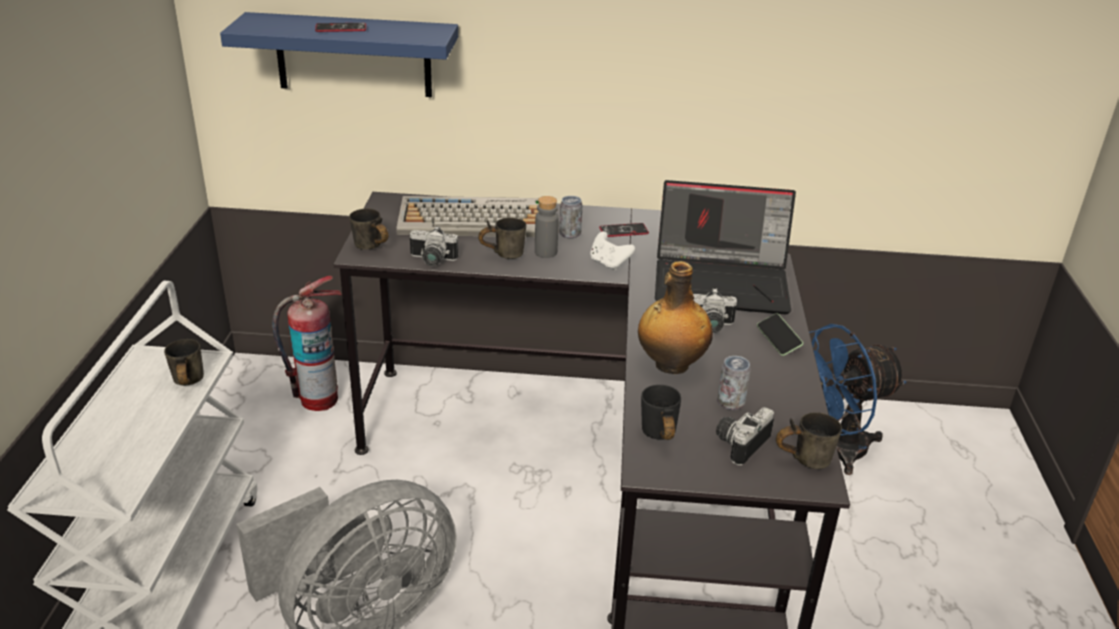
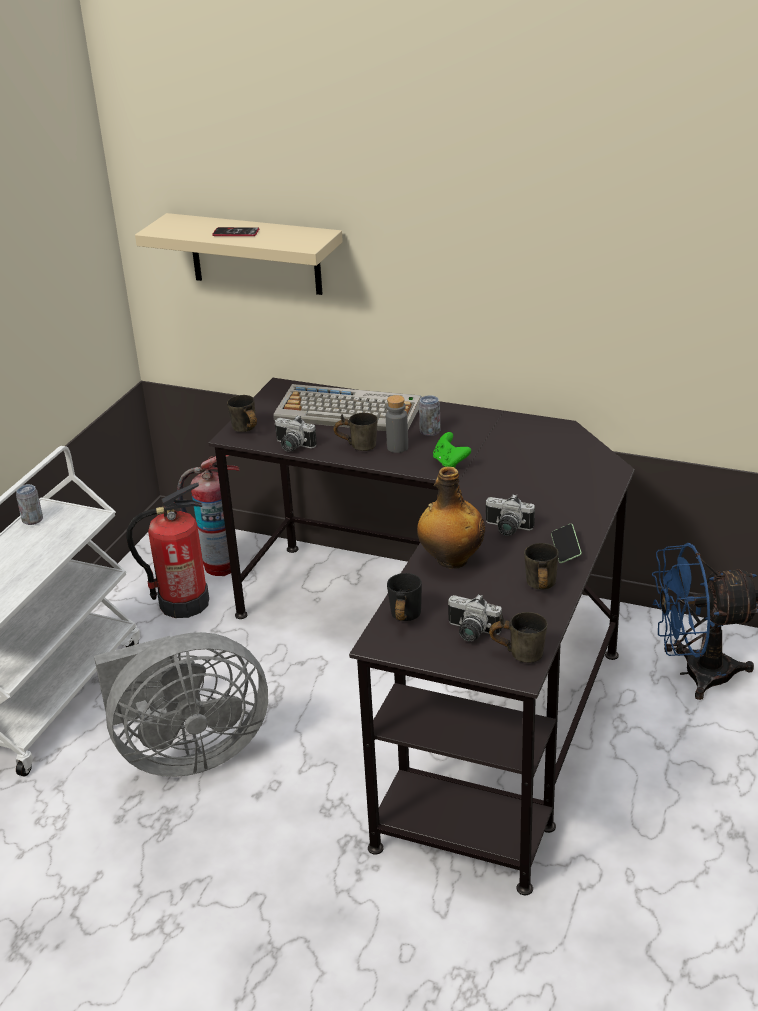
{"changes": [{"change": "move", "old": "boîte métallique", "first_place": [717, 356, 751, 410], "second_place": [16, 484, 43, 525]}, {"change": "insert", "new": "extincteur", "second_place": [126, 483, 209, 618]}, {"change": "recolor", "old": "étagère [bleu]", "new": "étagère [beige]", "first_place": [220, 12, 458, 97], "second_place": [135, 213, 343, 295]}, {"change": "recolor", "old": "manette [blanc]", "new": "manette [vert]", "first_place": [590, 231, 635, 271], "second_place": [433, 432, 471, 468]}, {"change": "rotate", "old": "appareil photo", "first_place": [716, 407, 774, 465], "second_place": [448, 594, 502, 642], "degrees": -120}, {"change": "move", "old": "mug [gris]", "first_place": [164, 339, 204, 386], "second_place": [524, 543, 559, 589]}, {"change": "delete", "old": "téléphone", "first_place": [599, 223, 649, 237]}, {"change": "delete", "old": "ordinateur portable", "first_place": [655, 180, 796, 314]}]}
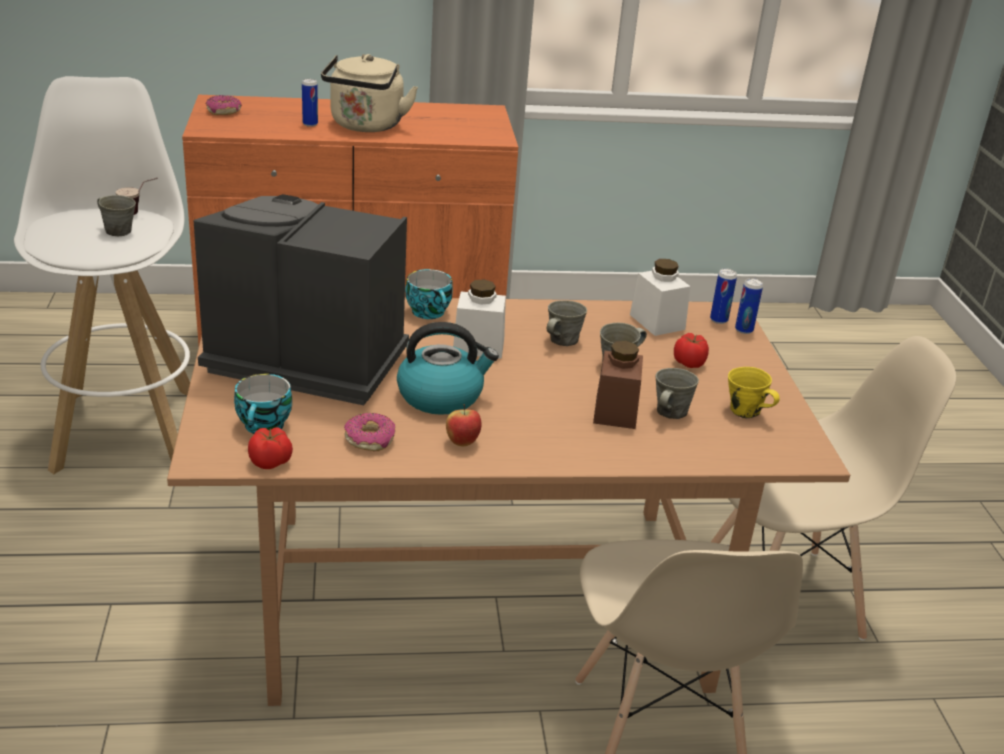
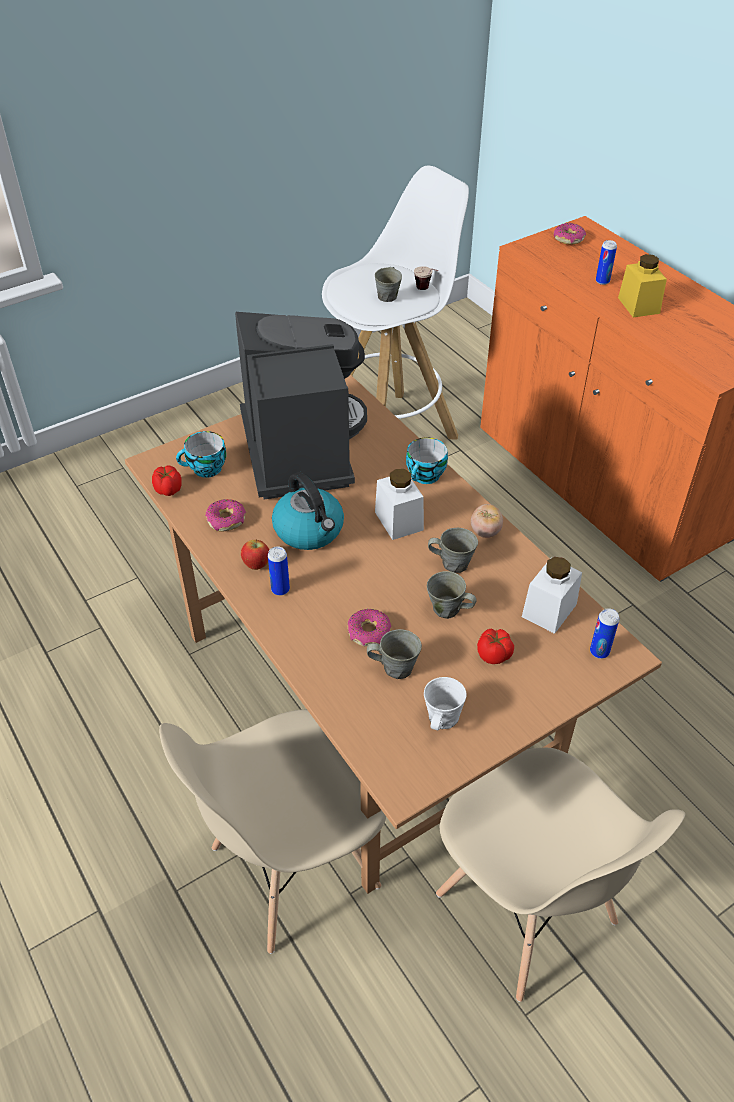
{"changes": [{"change": "move", "old": "boîte métallique", "first_place": [735, 278, 763, 334], "second_place": [268, 546, 290, 596]}, {"change": "replace", "old": "bocal [marron]", "new": "beignet", "first_place": [593, 341, 643, 429], "second_place": [347, 609, 391, 647]}, {"change": "recolor", "old": "mug [jaune]", "new": "mug [blanc]", "first_place": [728, 367, 780, 418], "second_place": [424, 677, 467, 730]}, {"change": "insert", "new": "tomate", "second_place": [471, 504, 503, 538]}, {"change": "replace", "old": "bouilloire [beige]", "new": "bocal [jaune]", "first_place": [321, 54, 418, 132], "second_place": [618, 254, 667, 317]}]}
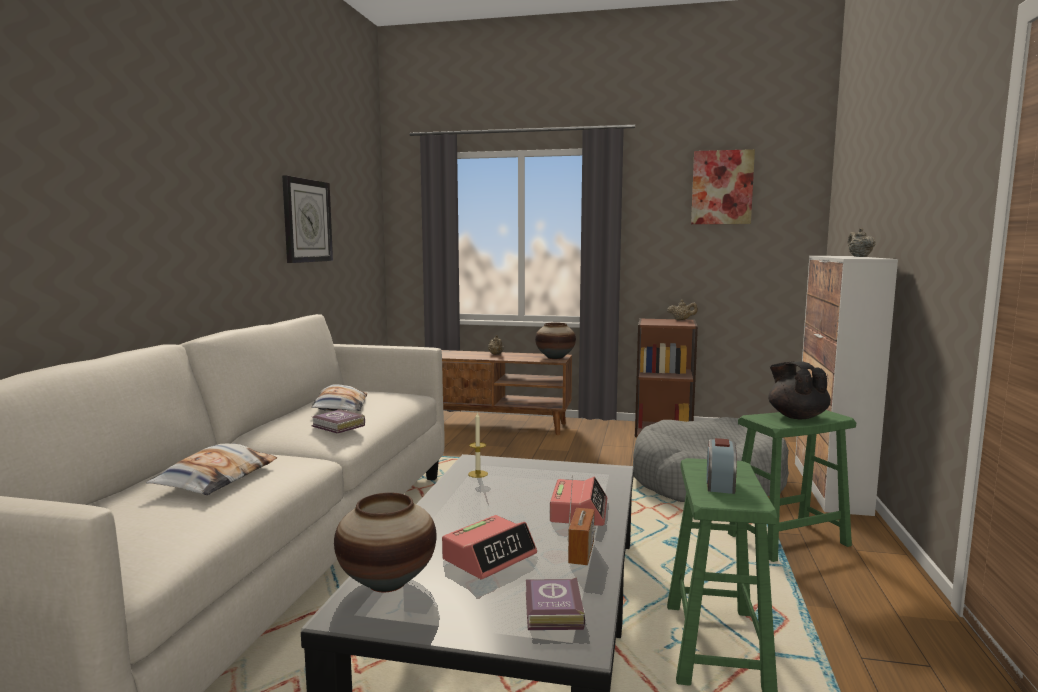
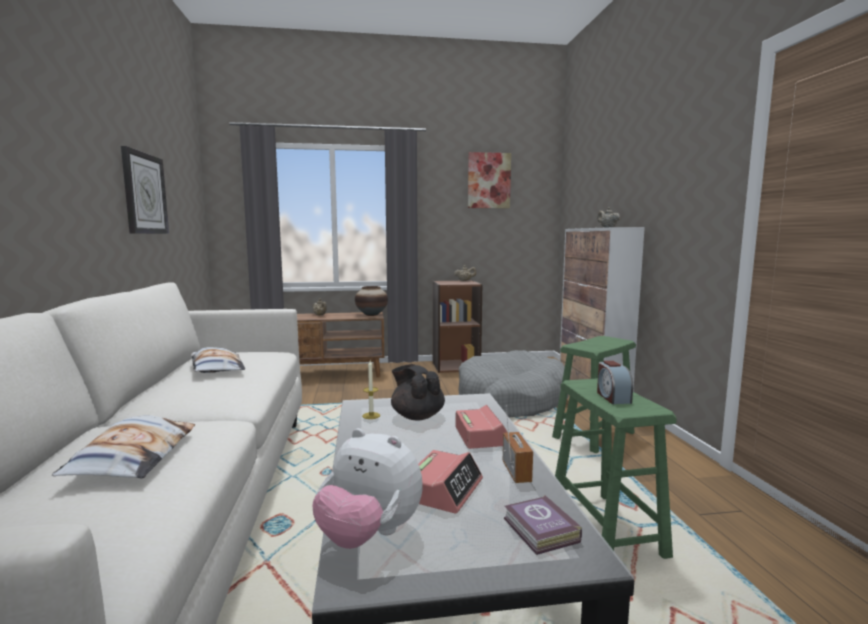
{"changes": [{"change": "replace", "old": "vase", "new": "peluche", "first_place": [334, 493, 436, 592], "second_place": [313, 428, 423, 549]}, {"change": "move", "old": "théière [noir]", "first_place": [768, 361, 831, 419], "second_place": [391, 364, 445, 421]}, {"change": "delete", "old": "livre", "first_place": [311, 409, 365, 434]}]}
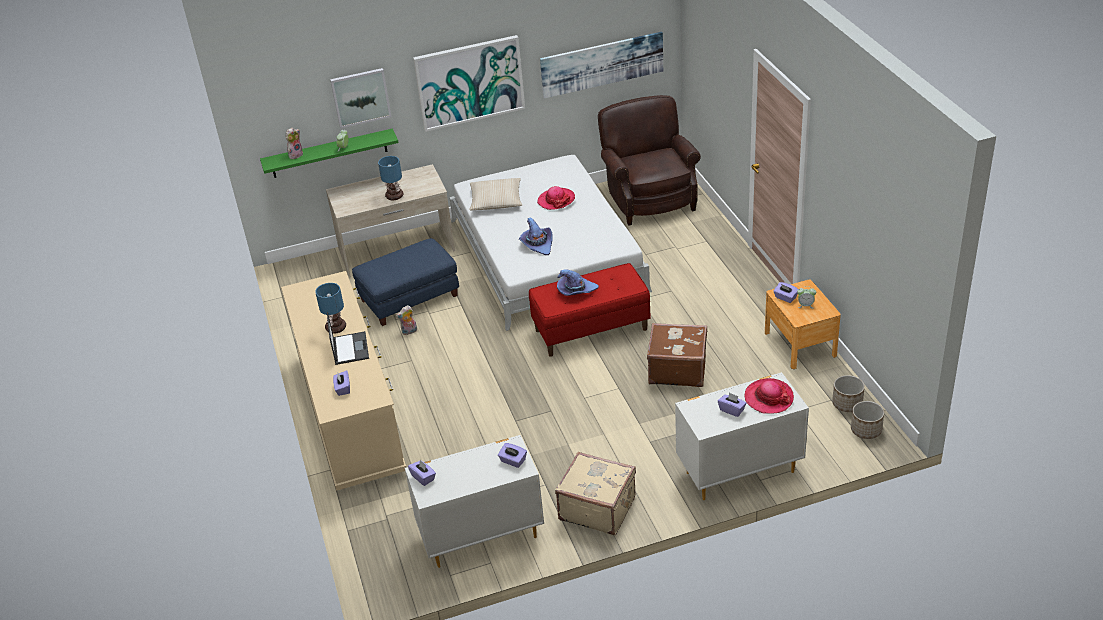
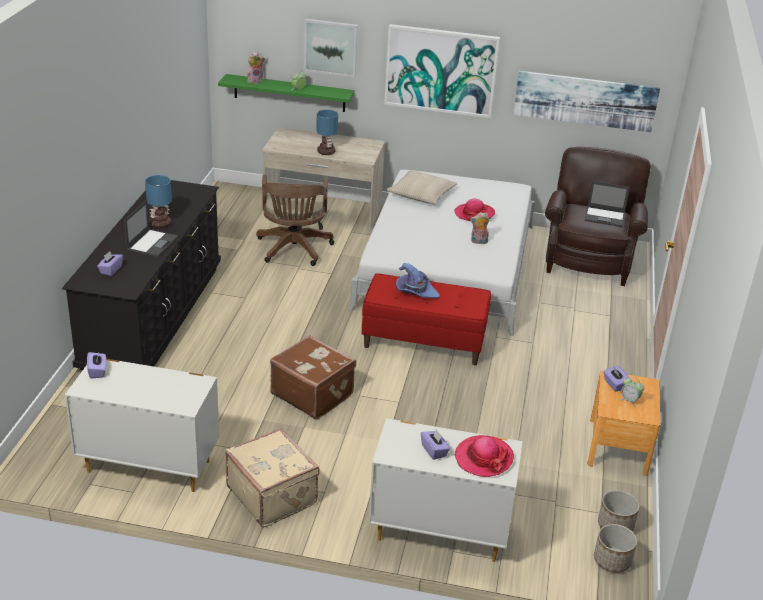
{"changes": [{"change": "recolor", "old": "commode [beige]", "new": "commode [noir]", "first_place": [281, 271, 407, 491], "second_place": [62, 180, 221, 370]}, {"change": "replace", "old": "pouf [bleu]", "new": "chaise de bureau [marron]", "first_place": [352, 238, 459, 326], "second_place": [256, 175, 334, 266]}, {"change": "move", "old": "valise [marron]", "first_place": [647, 323, 707, 387], "second_place": [270, 335, 356, 419]}, {"change": "move", "old": "peluche", "first_place": [396, 305, 417, 335], "second_place": [470, 212, 490, 244]}, {"change": "insert", "new": "ordinateur portable", "second_place": [585, 181, 630, 227]}, {"change": "delete", "old": "boîte à mouchoirs [violet]", "first_place": [498, 443, 527, 468]}, {"change": "delete", "old": "chapeau [violet]", "first_place": [519, 217, 553, 255]}]}
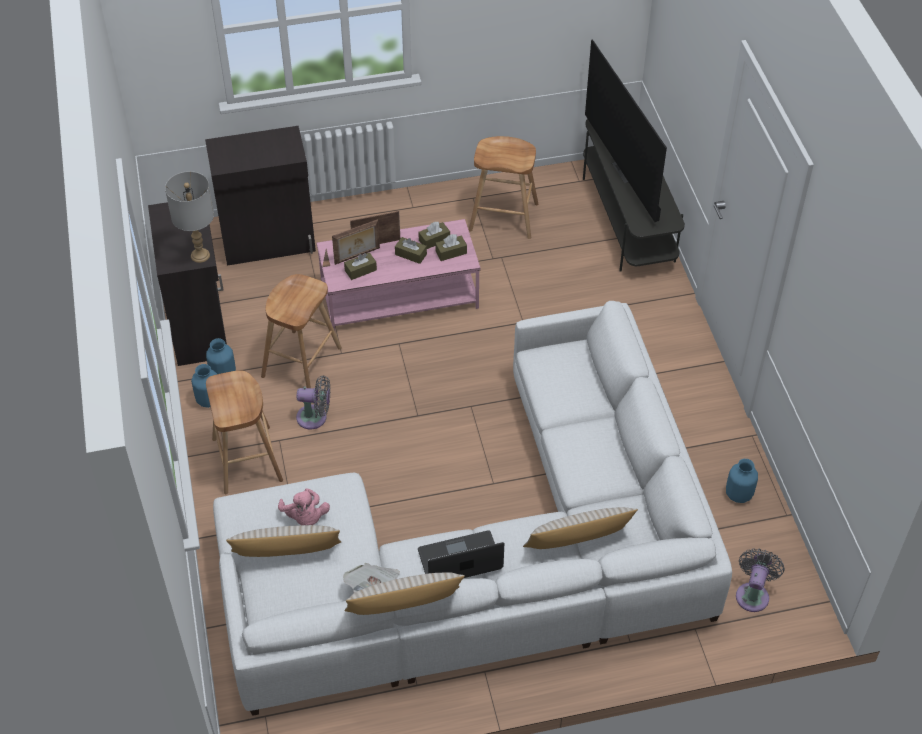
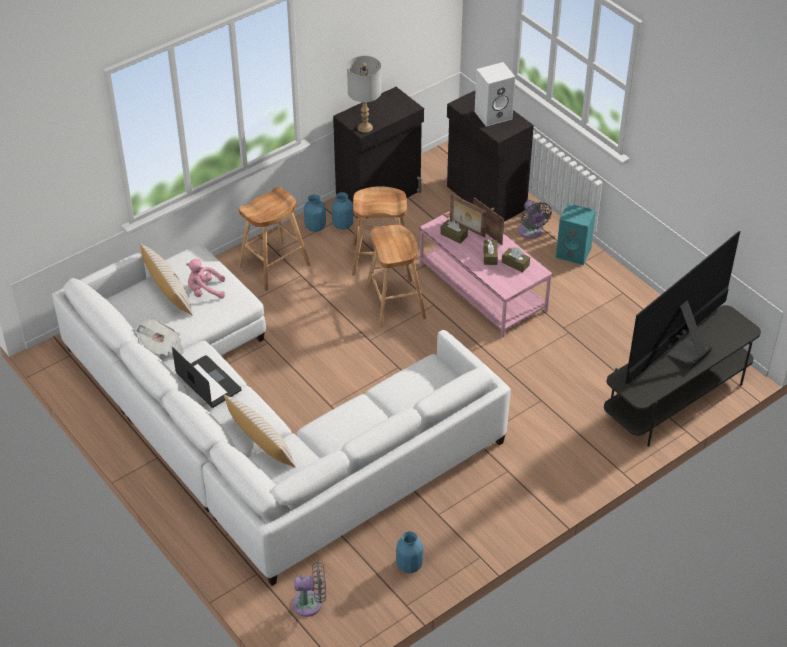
{"changes": [{"change": "rotate", "old": "peluche [rose]", "first_place": [278, 488, 330, 525], "second_place": [186, 259, 225, 299], "degrees": 45}, {"change": "move", "old": "tabouret [marron]", "first_place": [469, 136, 538, 239], "second_place": [366, 225, 426, 327]}, {"change": "insert", "new": "enceinte [blanc]", "second_place": [475, 62, 515, 127]}, {"change": "move", "old": "ventilateur [gris]", "first_place": [296, 375, 330, 429], "second_place": [518, 200, 552, 238]}, {"change": "insert", "new": "enceinte [turquoise]", "second_place": [556, 203, 596, 265]}, {"change": "delete", "old": "coussin [beige]", "first_place": [344, 572, 465, 615]}, {"change": "delete", "old": "boîte à mouchoirs [marron]", "first_place": [435, 234, 467, 261]}]}
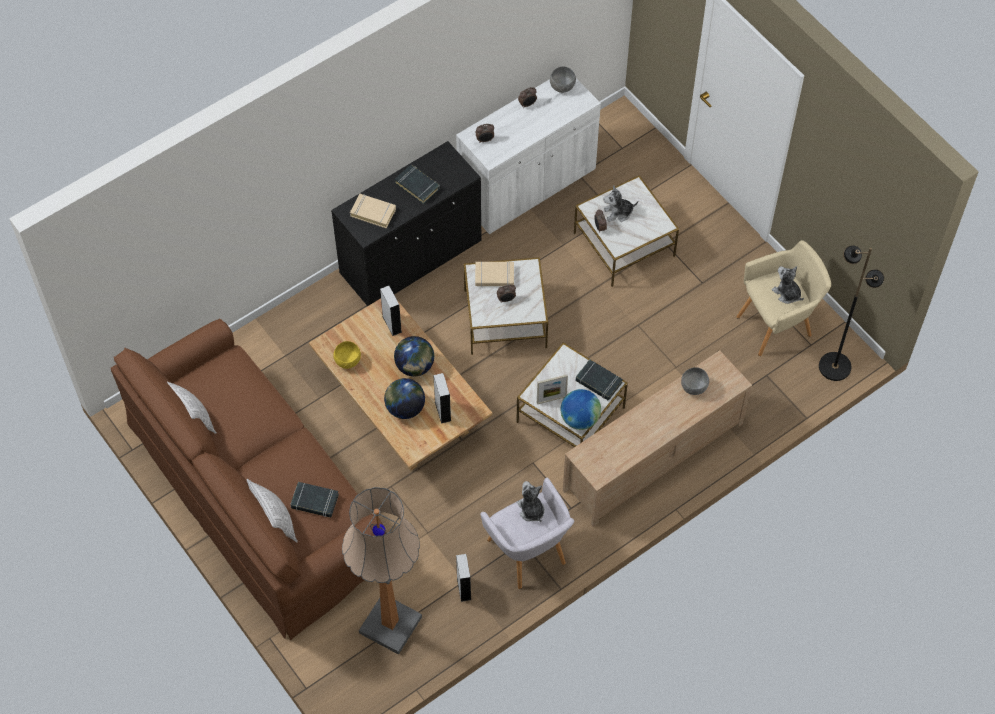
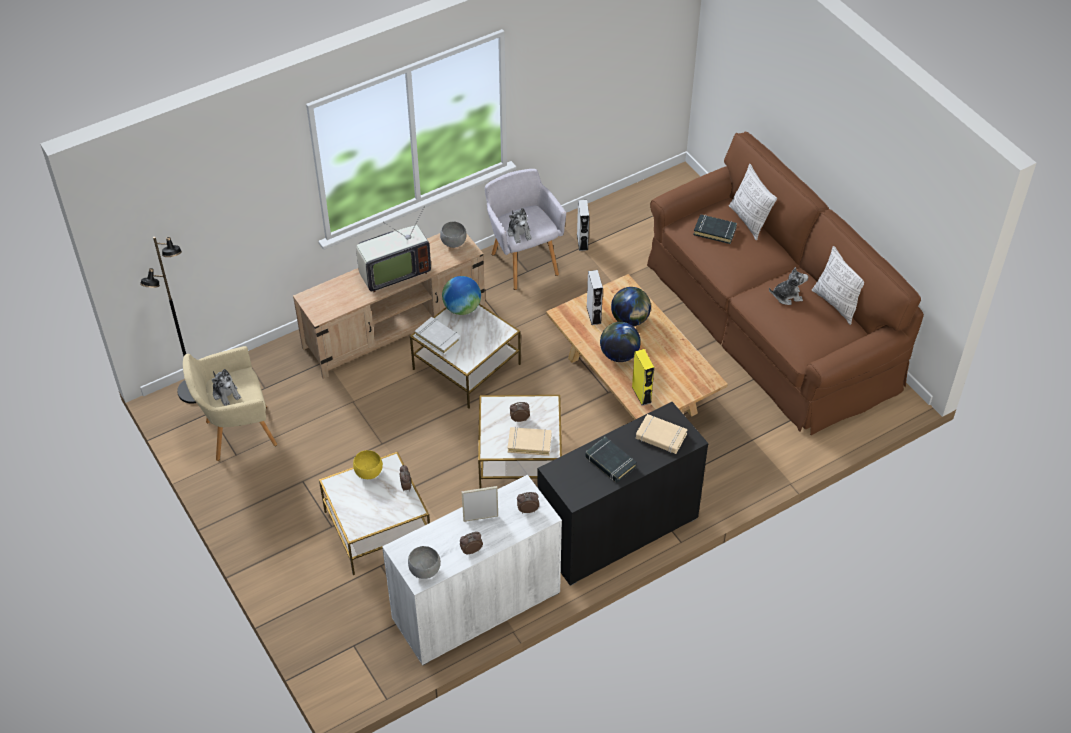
{"changes": [{"change": "move", "old": "bol [jaune]", "first_place": [333, 341, 361, 369], "second_place": [353, 450, 383, 479]}, {"change": "insert", "new": "téléviseur", "second_place": [356, 208, 431, 292]}, {"change": "recolor", "old": "livre [noir]", "new": "livre [blanc]", "first_place": [576, 359, 623, 401], "second_place": [415, 317, 461, 355]}, {"change": "move", "old": "bol [gris]", "first_place": [681, 367, 709, 395], "second_place": [440, 221, 467, 248]}, {"change": "move", "old": "cadre photo", "first_place": [537, 375, 568, 404], "second_place": [462, 486, 498, 522]}, {"change": "recolor", "old": "enceinte [gris]", "new": "enceinte [jaune]", "first_place": [380, 286, 402, 336], "second_place": [632, 349, 654, 406]}, {"change": "move", "old": "peluche", "first_place": [603, 185, 638, 222], "second_place": [769, 267, 808, 305]}, {"change": "delete", "old": "lampadaire", "first_place": [342, 487, 422, 655]}]}
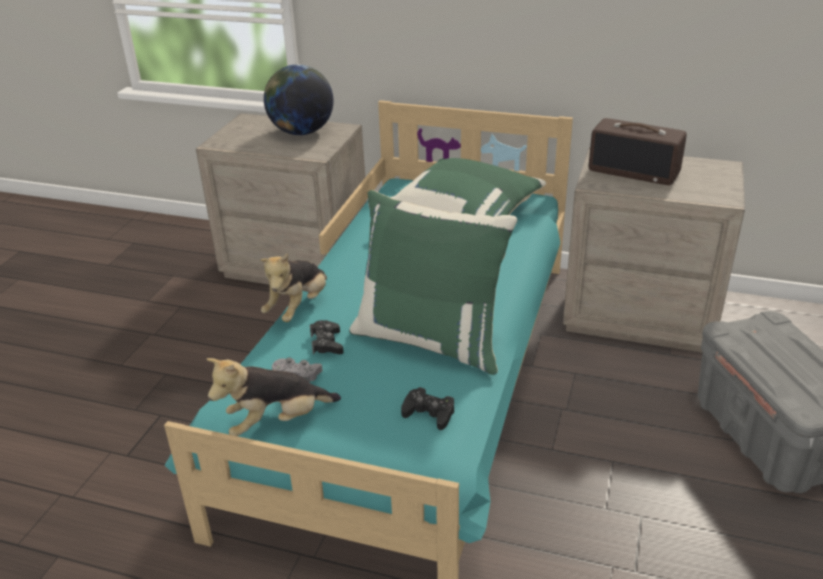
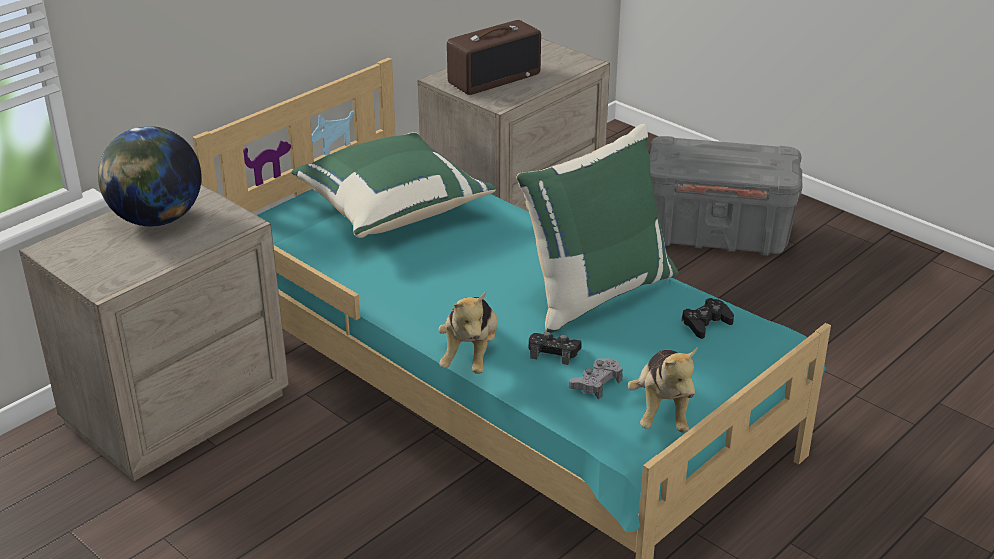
{"changes": [{"change": "rotate", "old": "peluche", "first_place": [260, 253, 327, 322], "second_place": [439, 292, 498, 374], "degrees": 45}]}
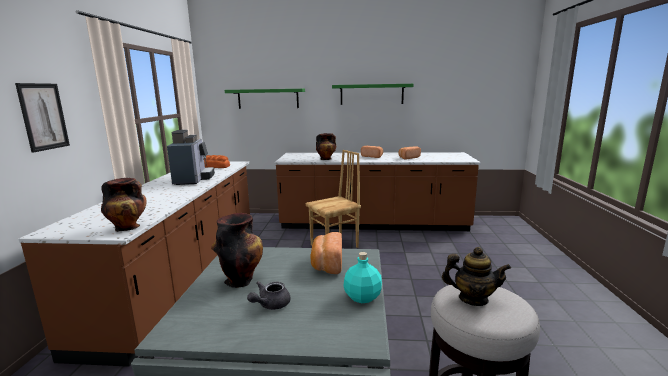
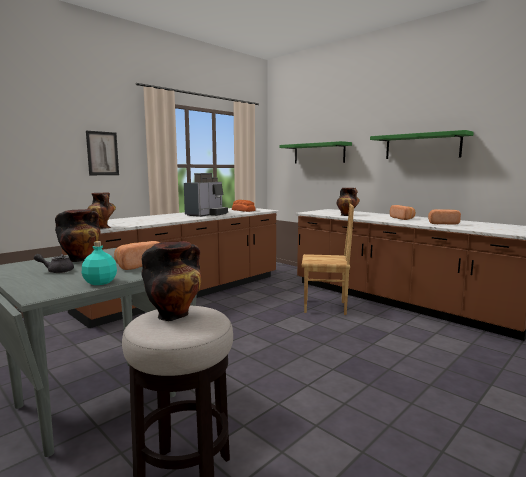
{"changes": [{"change": "replace", "old": "théière", "new": "vase", "first_place": [442, 247, 511, 306], "second_place": [141, 241, 202, 321]}]}
